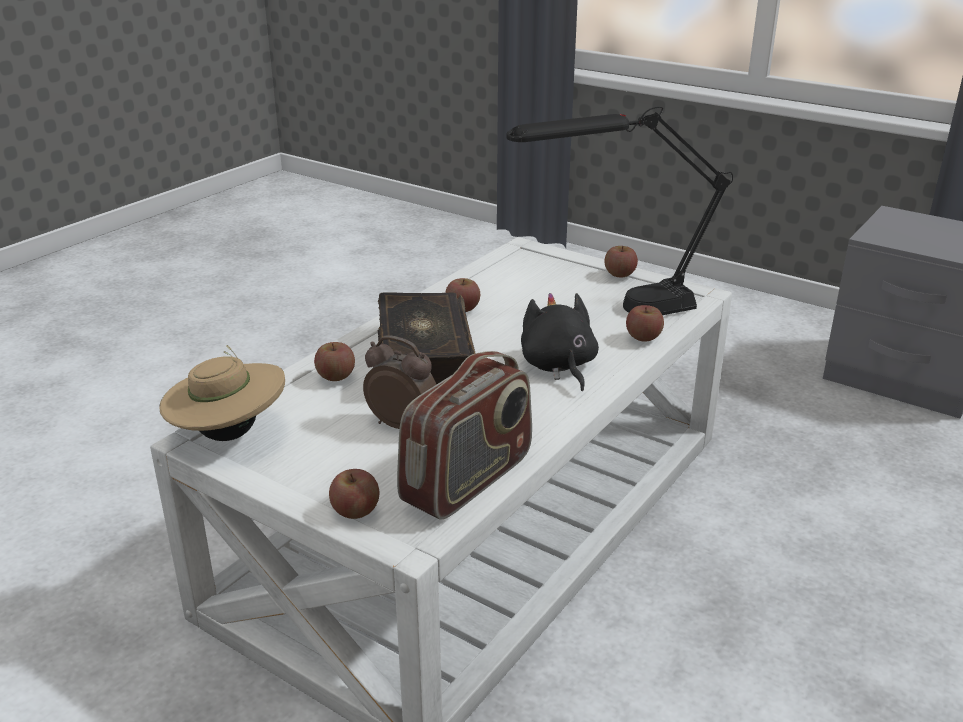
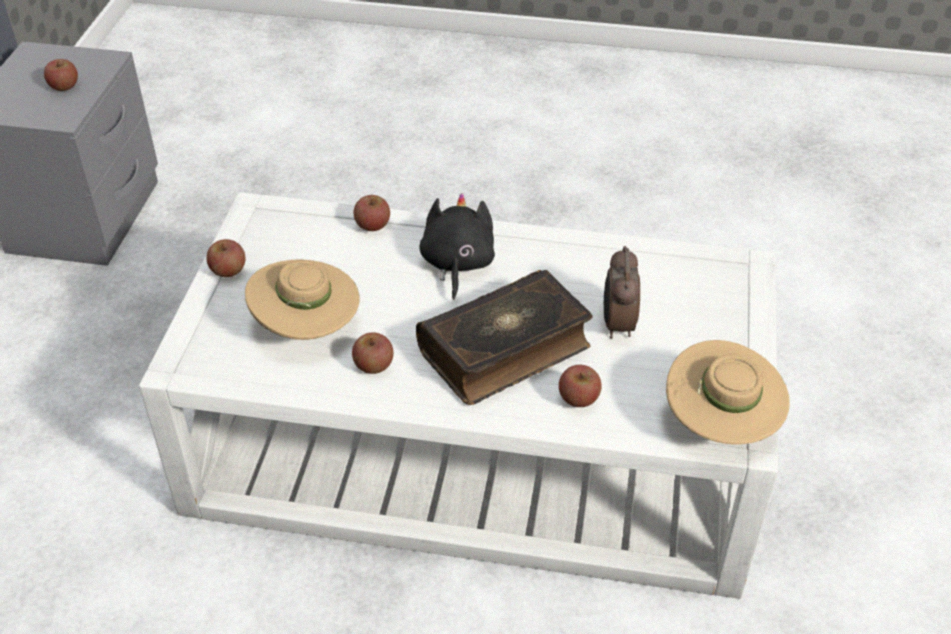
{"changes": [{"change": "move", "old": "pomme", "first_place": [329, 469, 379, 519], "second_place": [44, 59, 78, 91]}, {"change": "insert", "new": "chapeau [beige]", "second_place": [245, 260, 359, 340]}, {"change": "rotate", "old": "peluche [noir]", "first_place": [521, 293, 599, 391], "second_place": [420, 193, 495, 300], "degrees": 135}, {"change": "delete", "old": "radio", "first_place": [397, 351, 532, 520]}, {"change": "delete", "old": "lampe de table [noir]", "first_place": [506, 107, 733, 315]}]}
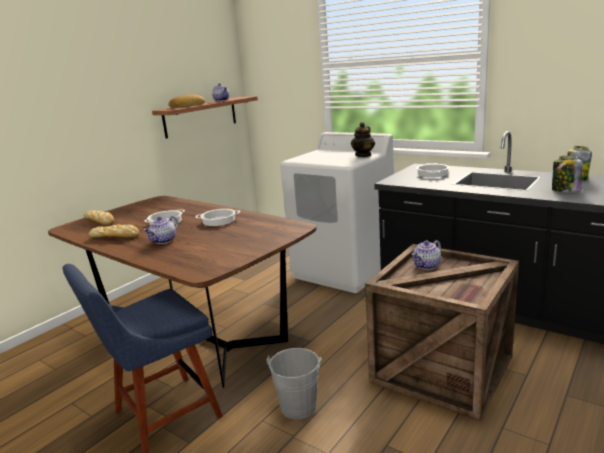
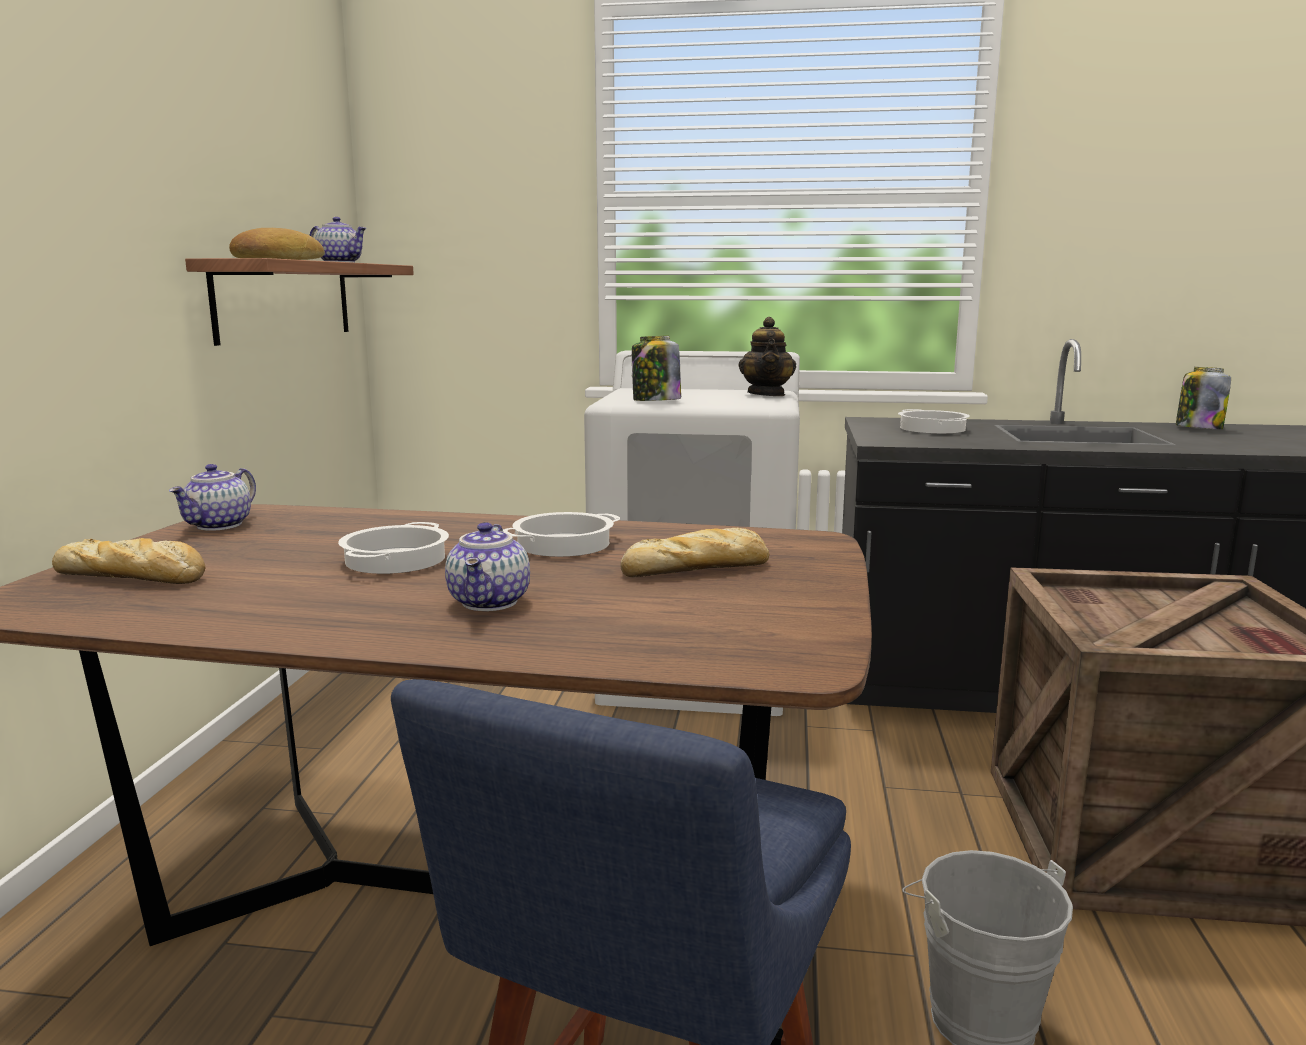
{"changes": [{"change": "move", "old": "théière", "first_place": [412, 240, 441, 270], "second_place": [169, 464, 256, 531]}, {"change": "move", "old": "pain", "first_place": [88, 224, 139, 239], "second_place": [621, 528, 769, 577]}, {"change": "move", "old": "bocal", "first_place": [552, 156, 583, 192], "second_place": [632, 336, 681, 401]}]}
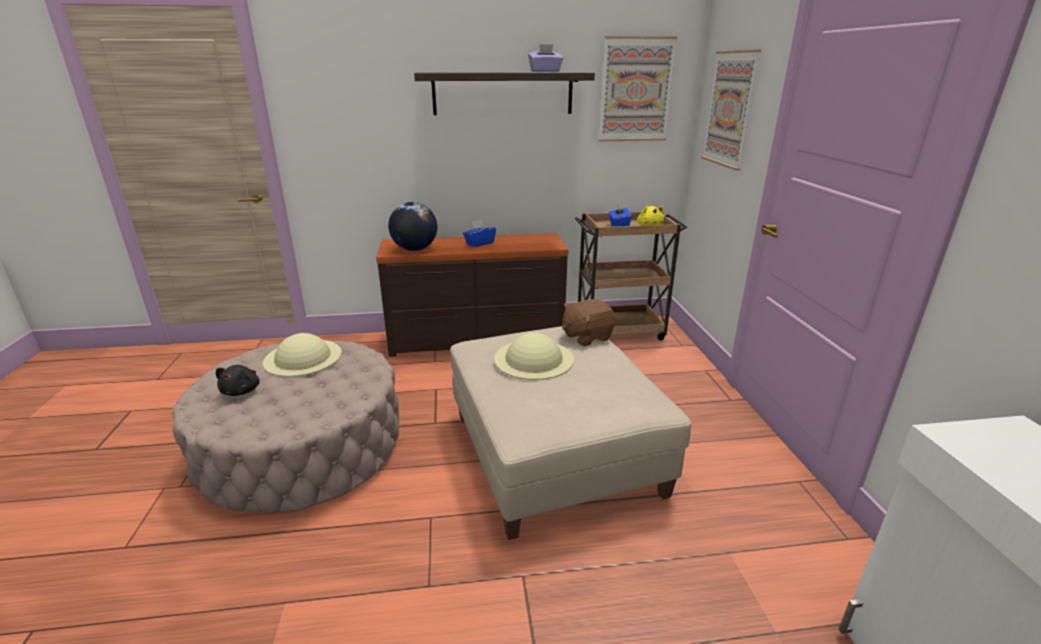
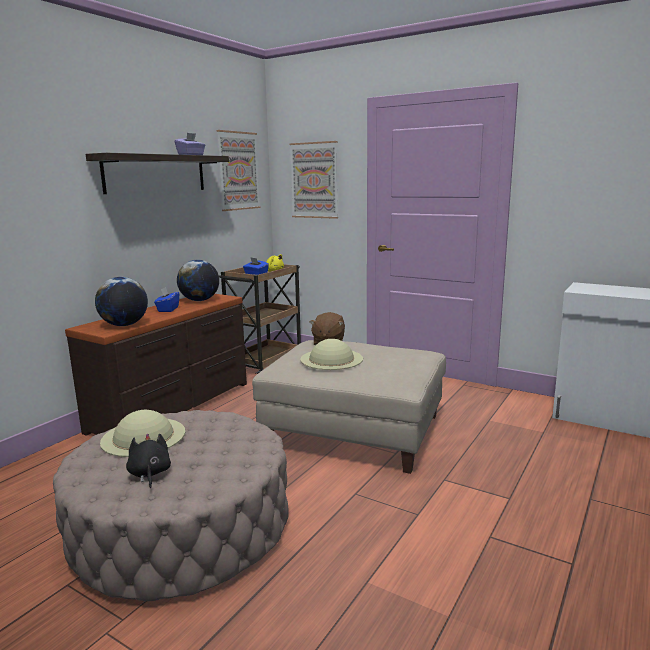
{"changes": [{"change": "rotate", "old": "peluche [noir]", "first_place": [216, 365, 260, 396], "second_place": [126, 434, 171, 488], "degrees": -150}, {"change": "insert", "new": "globe", "second_place": [177, 260, 219, 301]}]}
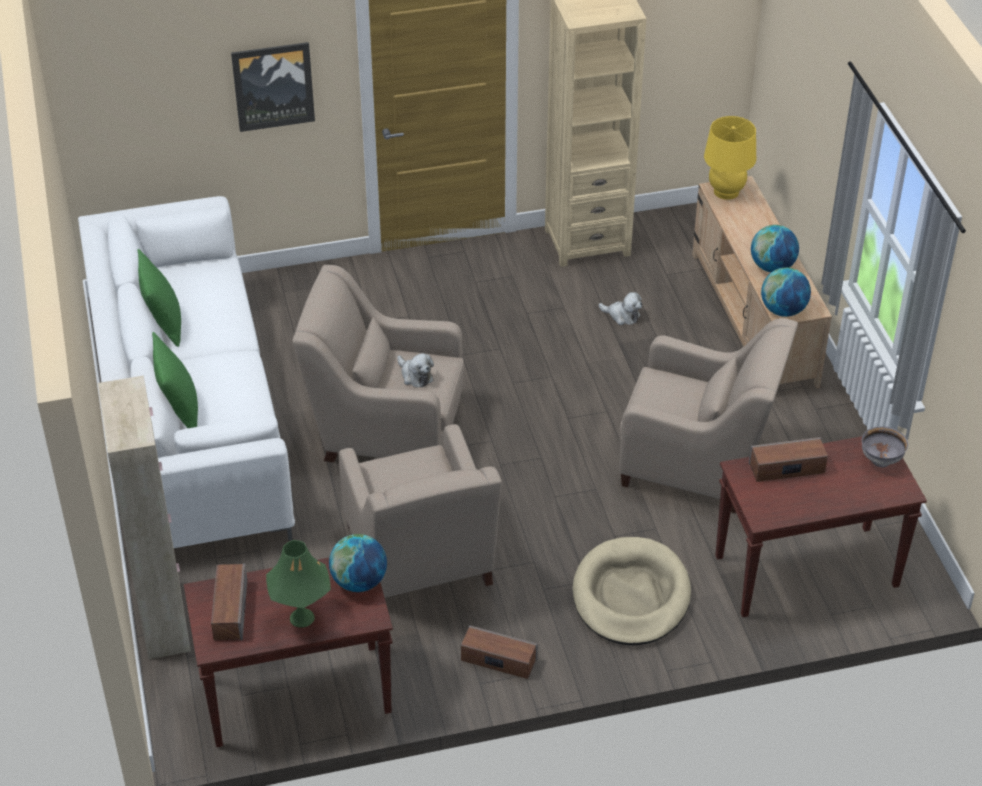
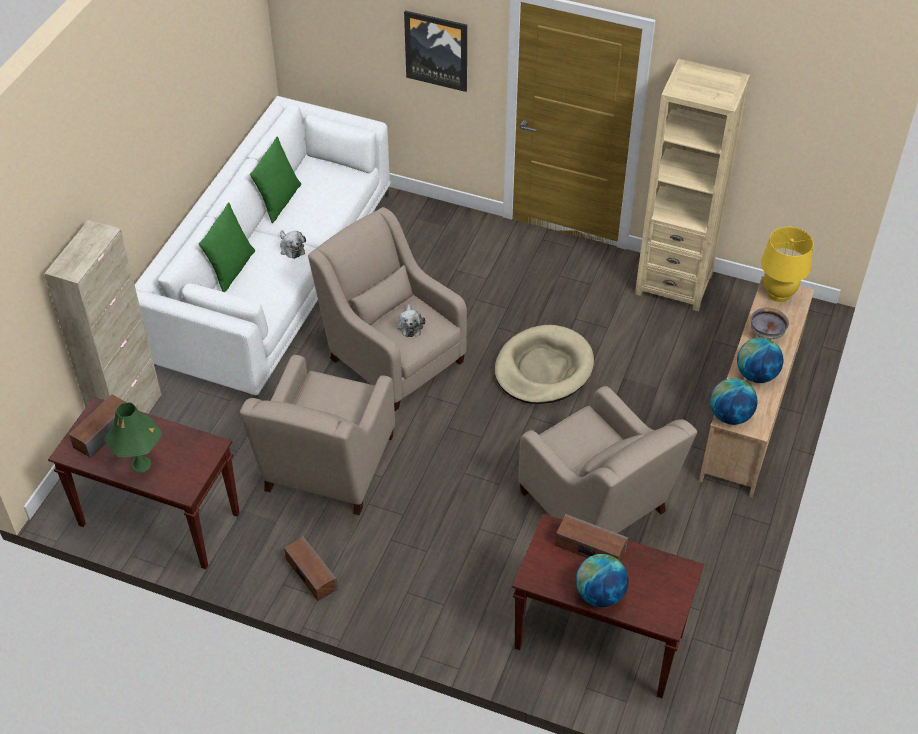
{"changes": [{"change": "move", "old": "peluche", "first_place": [598, 292, 642, 325], "second_place": [280, 230, 306, 259]}, {"change": "move", "old": "panier pour chien [beige]", "first_place": [573, 537, 691, 646], "second_place": [495, 325, 594, 404]}, {"change": "move", "old": "globe", "first_place": [329, 534, 387, 592], "second_place": [576, 554, 629, 607]}, {"change": "move", "old": "bol [gris]", "first_place": [862, 426, 908, 467], "second_place": [751, 308, 789, 340]}]}
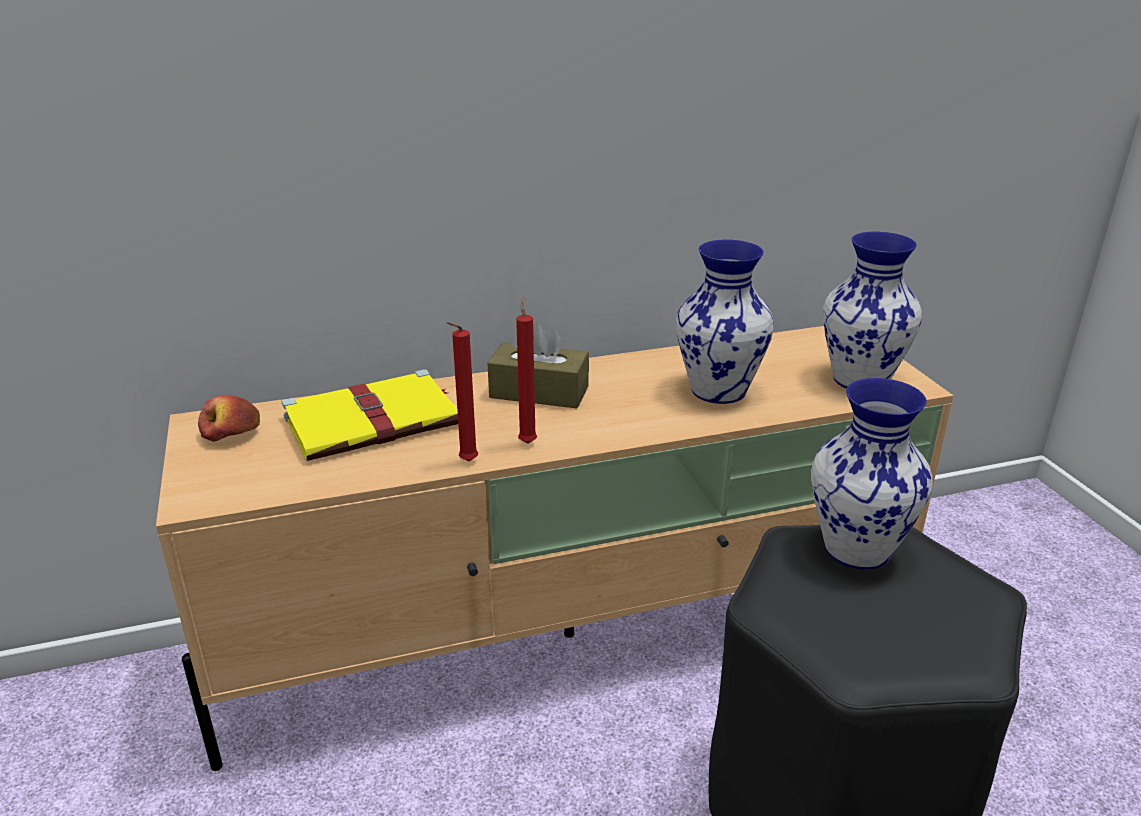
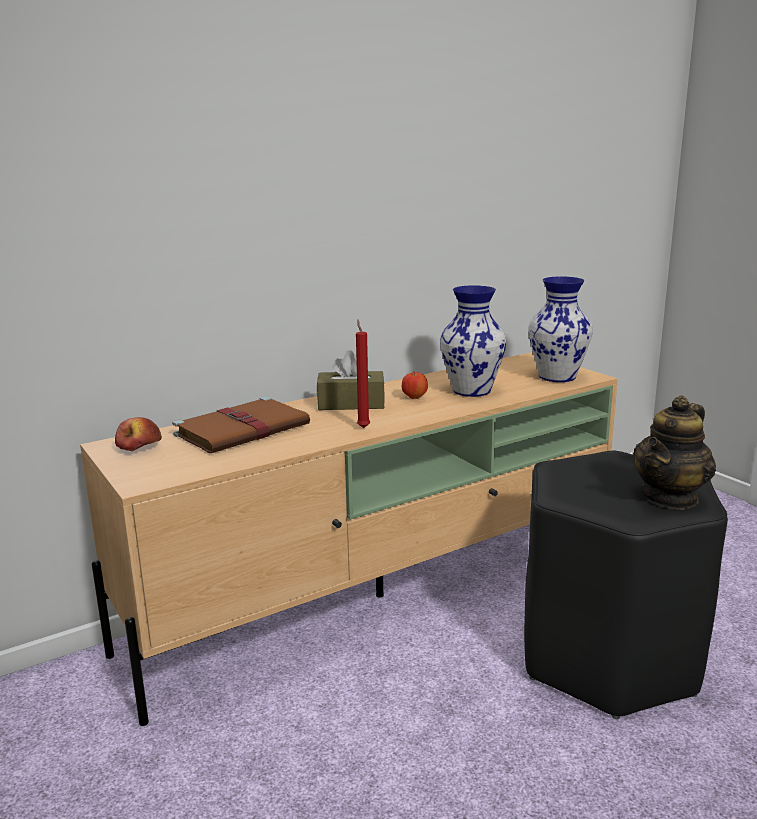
{"changes": [{"change": "recolor", "old": "livre [jaune]", "new": "livre [marron]", "first_place": [282, 369, 458, 461], "second_place": [172, 397, 310, 453]}, {"change": "insert", "new": "pomme", "second_place": [402, 372, 428, 399]}, {"change": "insert", "new": "théière", "second_place": [633, 395, 716, 510]}, {"change": "delete", "old": "bougie [rouge]", "first_place": [447, 322, 478, 461]}, {"change": "delete", "old": "vase", "first_place": [811, 378, 933, 569]}]}
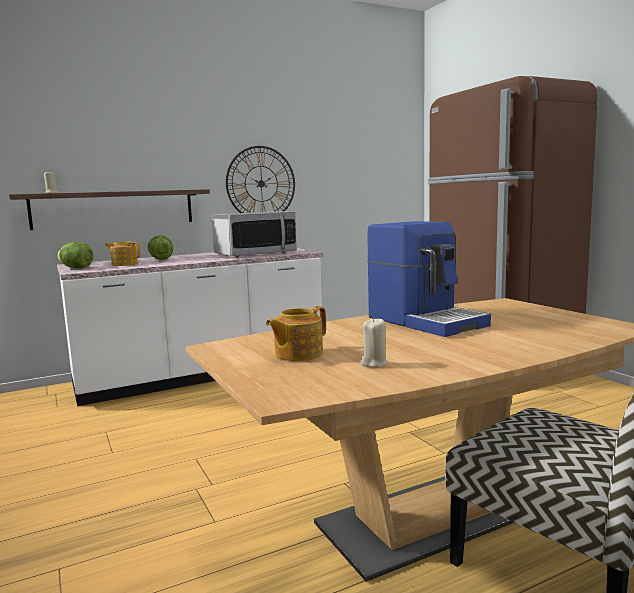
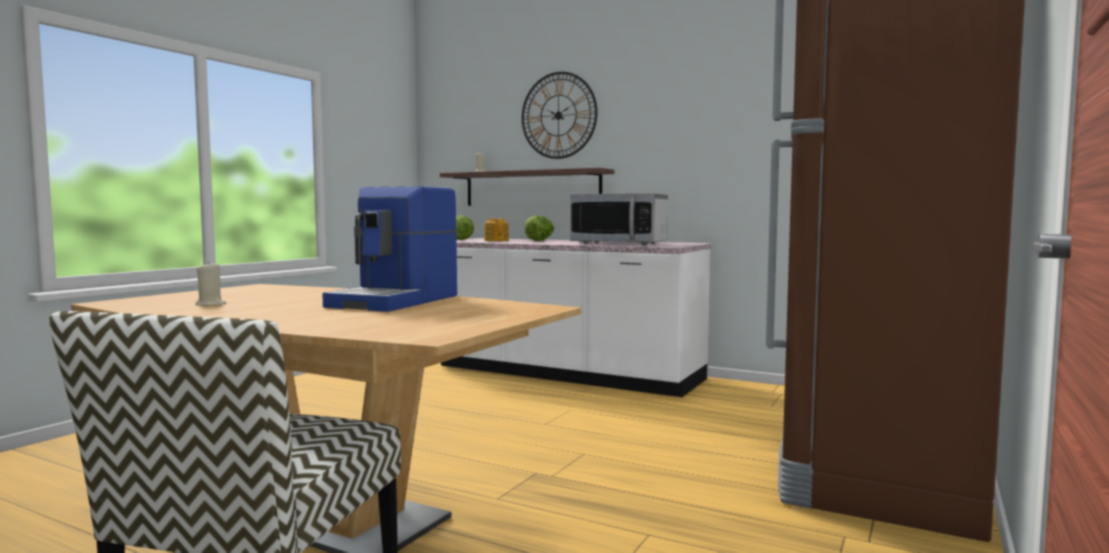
{"changes": [{"change": "move", "old": "horloge murale", "first_place": [226, 146, 295, 213], "second_place": [522, 72, 597, 159]}, {"change": "delete", "old": "théière", "first_place": [266, 306, 326, 361]}]}
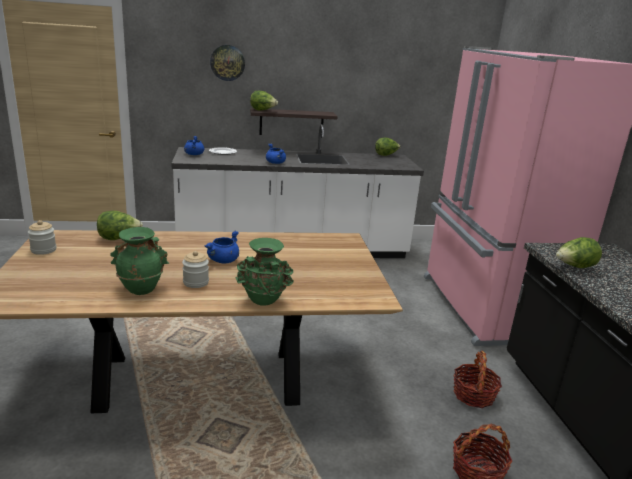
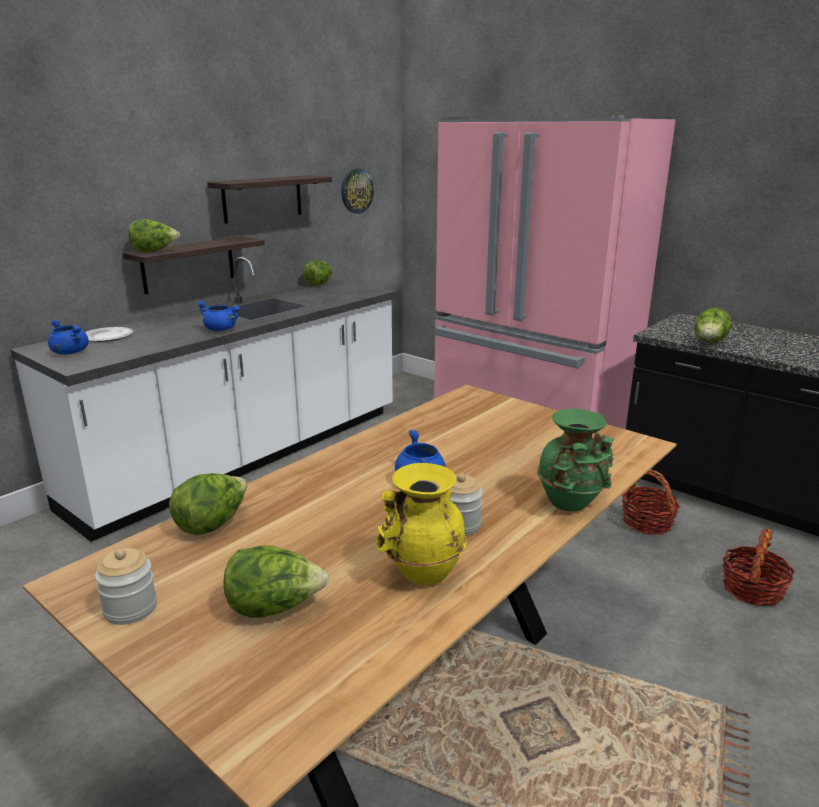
{"changes": [{"change": "insert", "new": "étagère", "second_place": [207, 175, 332, 224]}, {"change": "insert", "new": "laitue", "second_place": [224, 546, 329, 618]}, {"change": "move", "old": "horloge murale", "first_place": [210, 45, 245, 81], "second_place": [341, 169, 374, 214]}, {"change": "recolor", "old": "vase [vert]", "new": "vase [jaune]", "first_place": [110, 227, 169, 295], "second_place": [375, 463, 467, 585]}]}
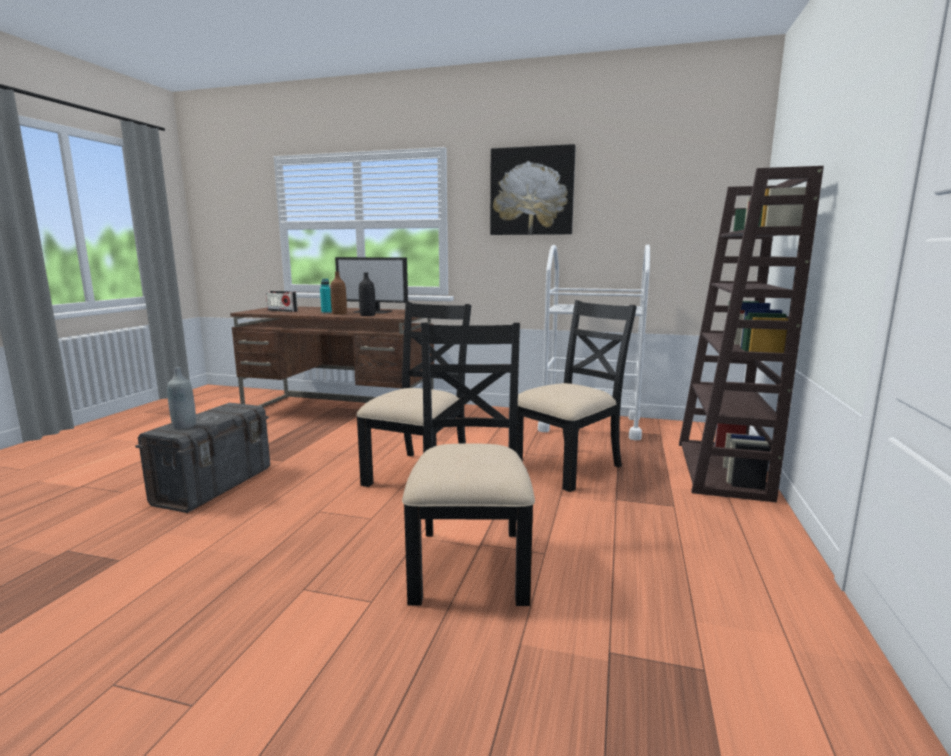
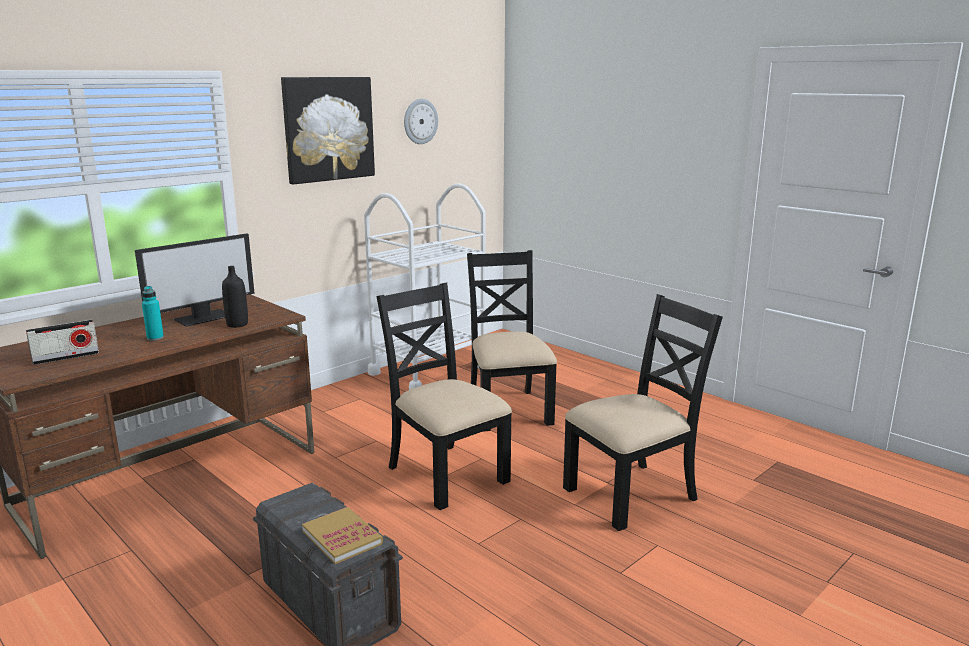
{"changes": [{"change": "replace", "old": "bouteille [gris]", "new": "livre", "first_place": [167, 367, 196, 429], "second_place": [302, 507, 383, 564]}, {"change": "insert", "new": "horloge murale", "second_place": [404, 99, 438, 144]}, {"change": "rotate", "old": "chaise [noir]", "first_place": [402, 323, 535, 606], "second_place": [563, 294, 723, 531], "degrees": 120}, {"change": "delete", "old": "bouteille [marron]", "first_place": [330, 272, 347, 315]}, {"change": "delete", "old": "bibliothèque [marron]", "first_place": [679, 166, 824, 502]}]}
